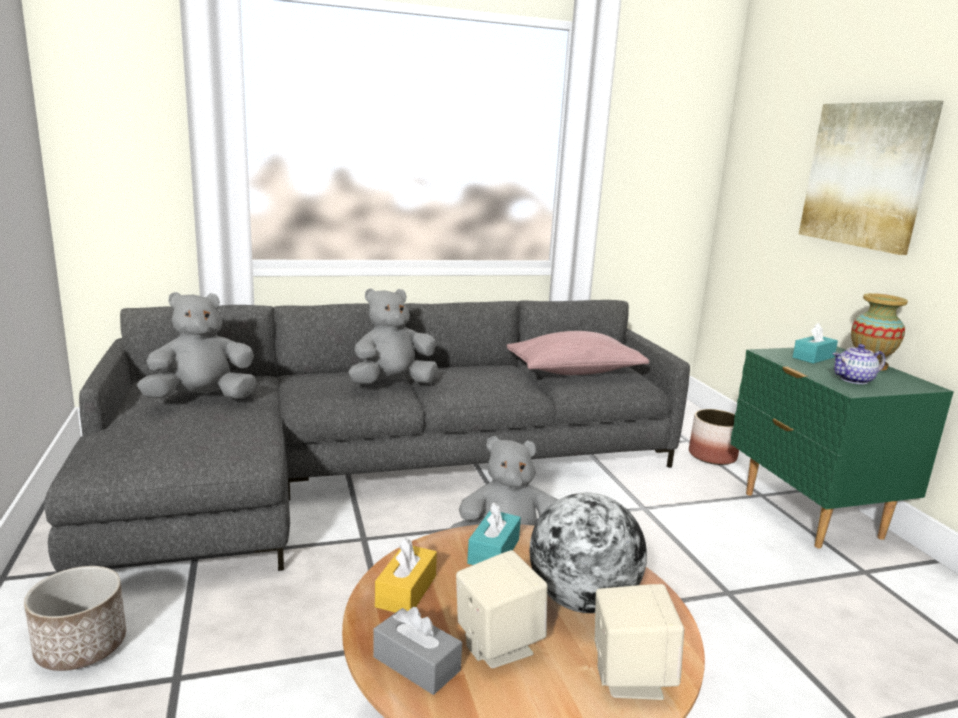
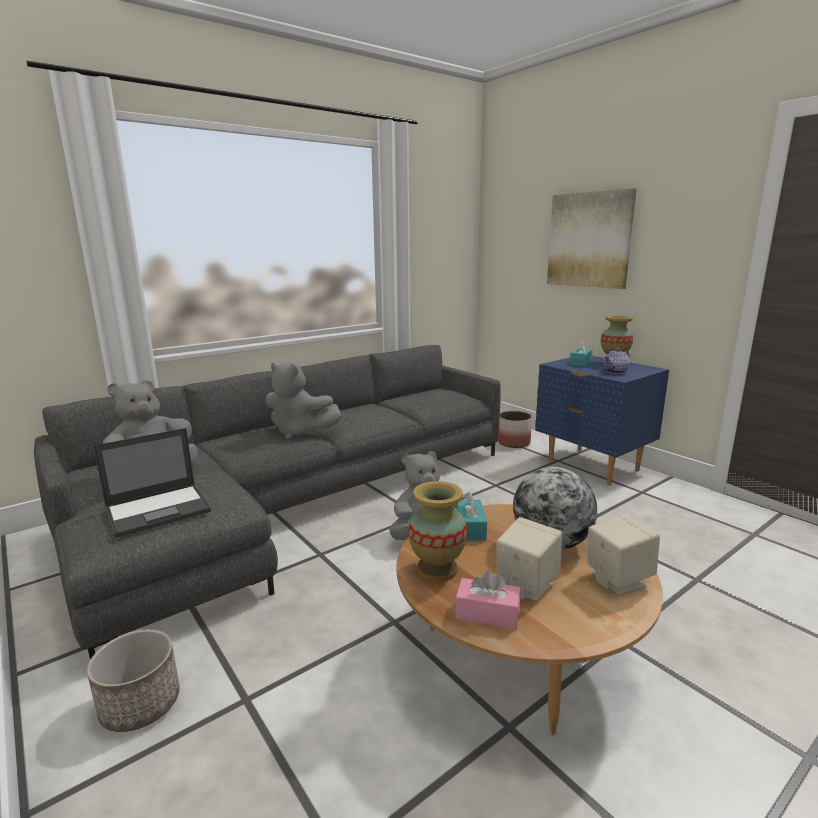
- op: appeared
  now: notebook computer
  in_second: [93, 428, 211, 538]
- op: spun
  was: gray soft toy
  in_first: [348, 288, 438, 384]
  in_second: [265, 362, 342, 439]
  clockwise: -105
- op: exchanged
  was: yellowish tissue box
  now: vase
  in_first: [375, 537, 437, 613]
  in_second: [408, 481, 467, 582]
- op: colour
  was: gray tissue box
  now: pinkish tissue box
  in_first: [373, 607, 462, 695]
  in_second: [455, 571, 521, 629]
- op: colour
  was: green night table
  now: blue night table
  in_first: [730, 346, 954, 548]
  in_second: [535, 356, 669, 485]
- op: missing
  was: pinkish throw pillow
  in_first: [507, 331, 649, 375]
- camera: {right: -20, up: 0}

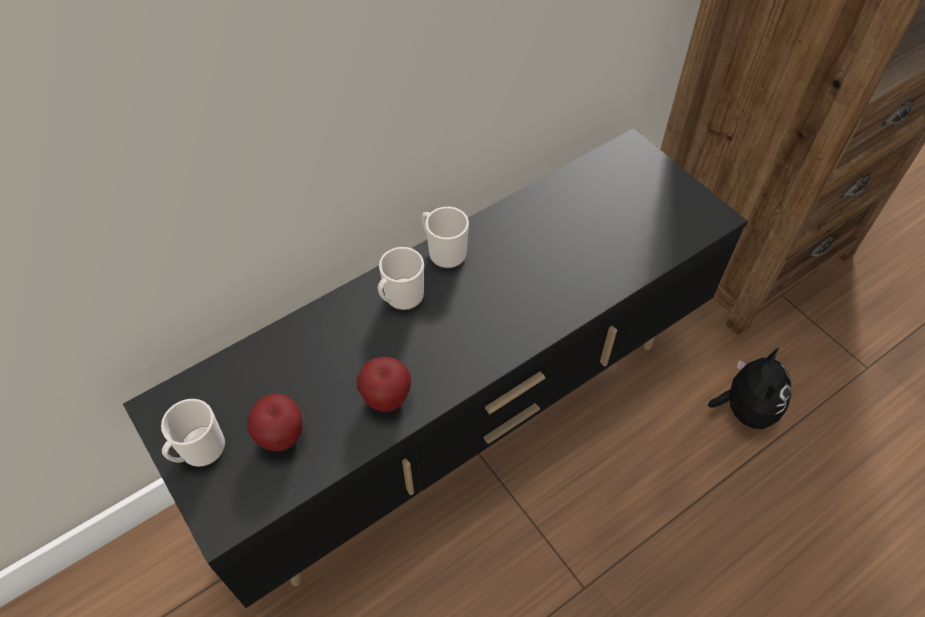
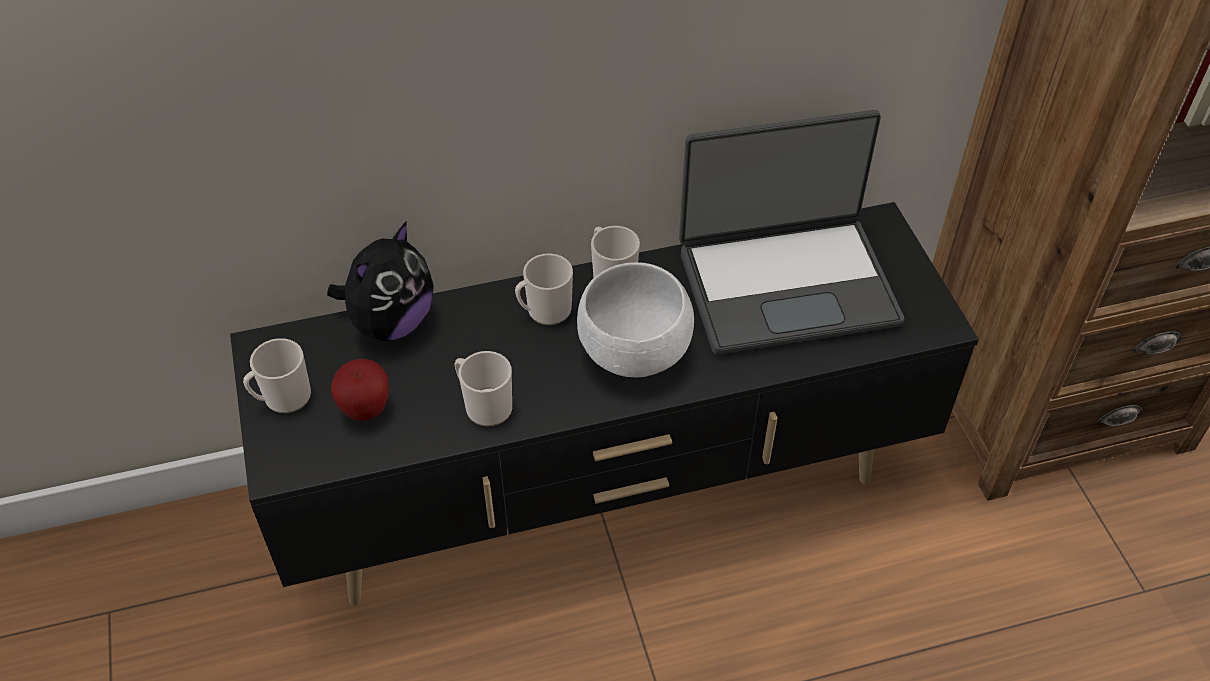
- op: relocated
  was: soft toy
  in_first: [708, 347, 792, 429]
  in_second: [327, 222, 434, 341]
- op: exchanged
  was: whole apple
  now: tea mug
  in_first: [357, 357, 411, 412]
  in_second: [454, 351, 512, 427]
- op: appeared
  now: white serving bowl
  in_second: [577, 262, 694, 378]
- op: appeared
  now: notebook computer
  in_second: [679, 110, 904, 355]
- camera: {right: 20, up: -5}

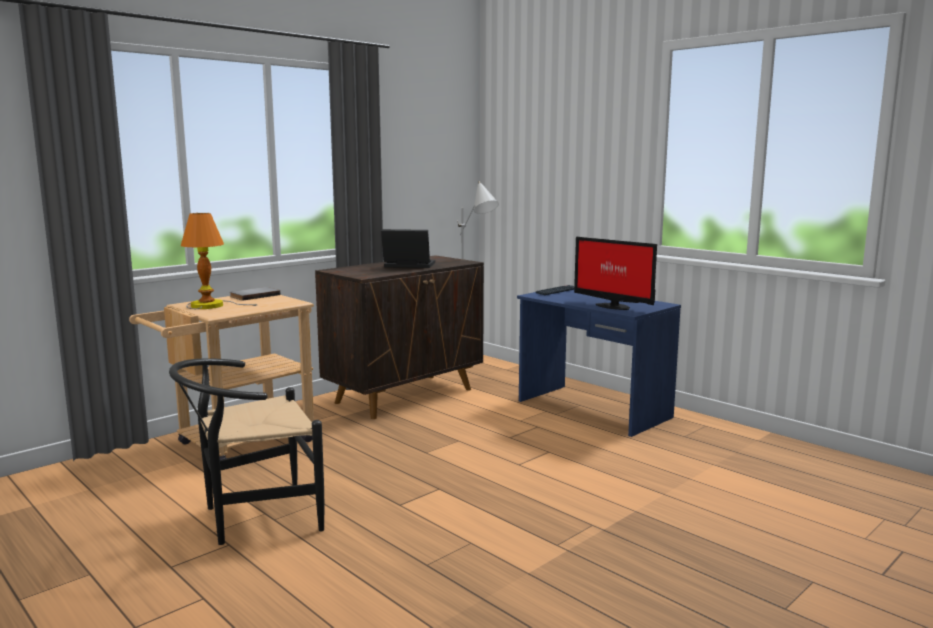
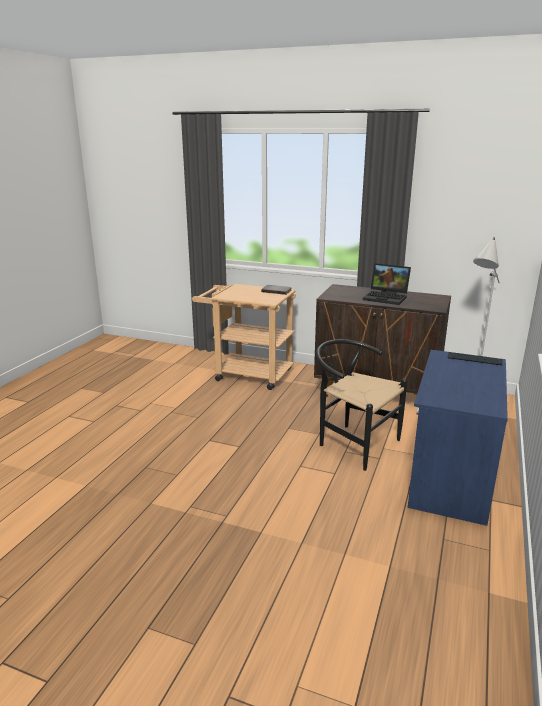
- op: relocated
  was: black plain chair
  in_first: [169, 358, 324, 545]
  in_second: [316, 339, 407, 471]
- op: spun
  was: notebook computer
  in_first: [381, 229, 435, 268]
  in_second: [363, 263, 411, 305]
  clockwise: 135
- op: missing
  was: lamp for a table
  in_first: [181, 213, 257, 309]
- op: missing
  was: monitor
  in_first: [574, 237, 657, 310]
- camera: {right: 65, up: 10}

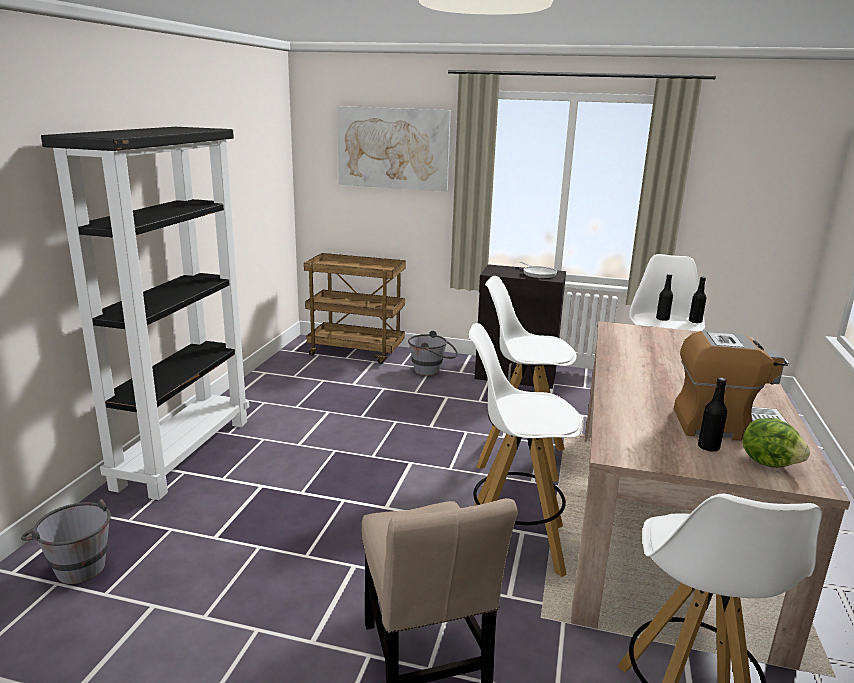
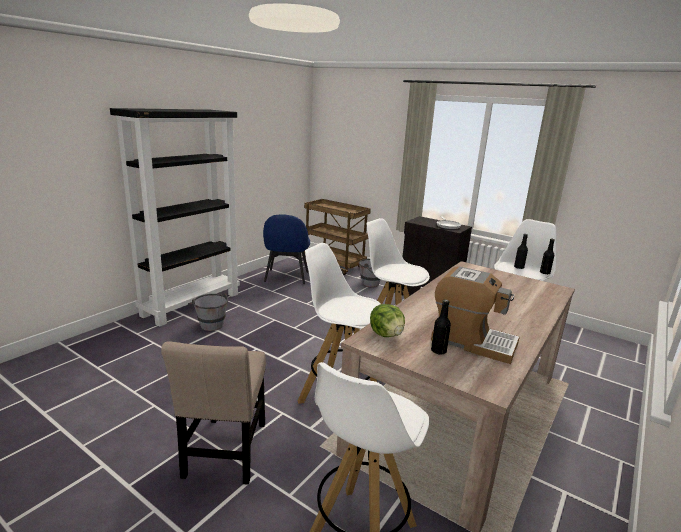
- op: relocated
  was: gray bucket
  in_first: [21, 499, 111, 584]
  in_second: [188, 293, 228, 331]
- op: appeared
  now: blue plain chair
  in_second: [263, 214, 310, 284]
- op: relocated
  was: lettuce head
  in_first: [743, 418, 810, 468]
  in_second: [370, 304, 405, 337]
- op: missing
  was: picture
  in_first: [337, 106, 451, 191]
- camera: {right: 20, up: 0}

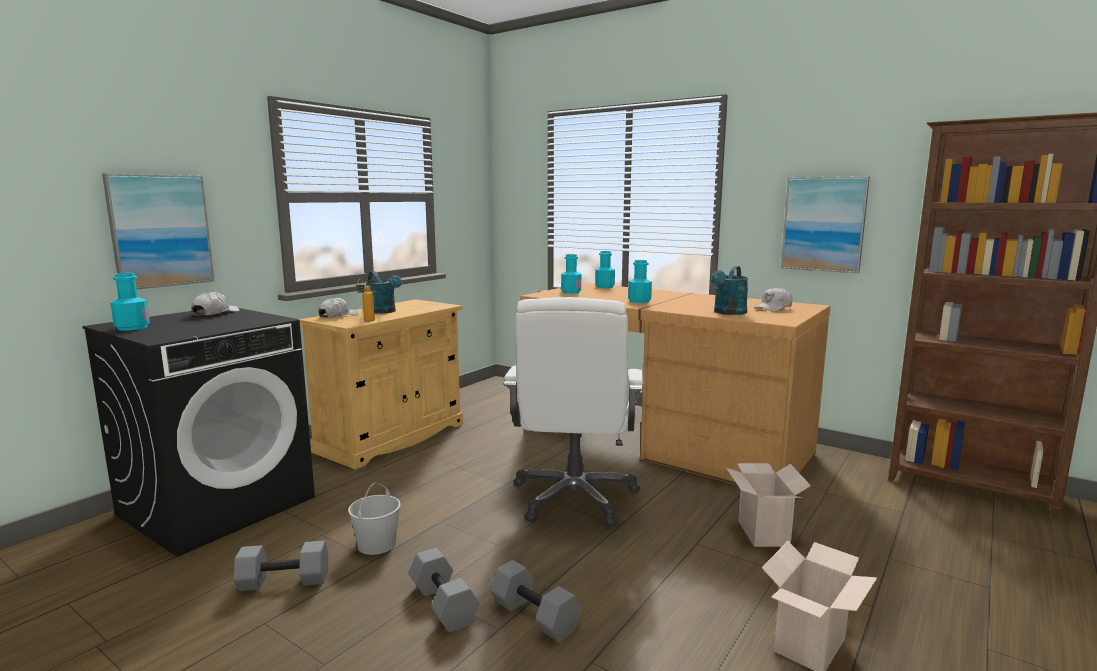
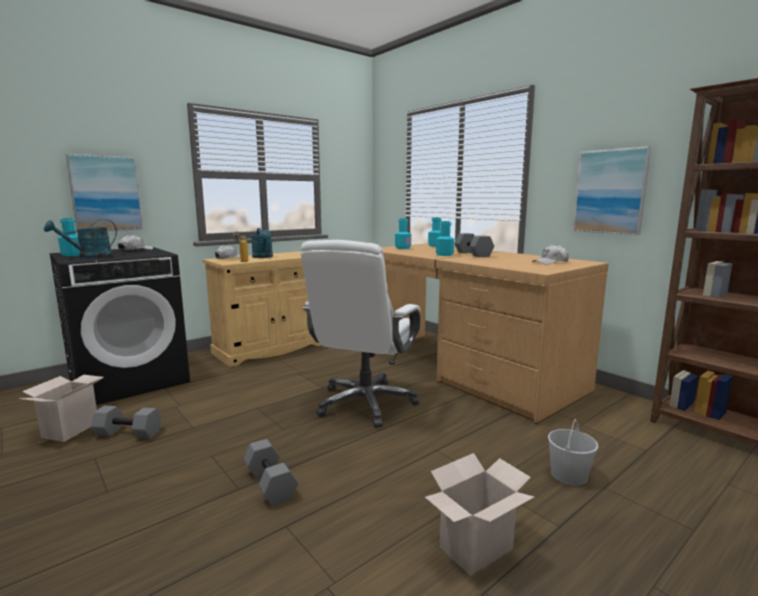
- op: relocated
  was: carton
  in_first: [726, 463, 811, 547]
  in_second: [19, 375, 104, 442]
- op: relocated
  was: turquoise-coloured watering pot
  in_first: [711, 266, 749, 315]
  in_second: [44, 219, 117, 258]
- op: relocated
  was: gray free weight
  in_first: [408, 548, 480, 632]
  in_second: [454, 233, 494, 257]
- op: relocated
  was: white bucket
  in_first: [348, 482, 401, 555]
  in_second: [548, 419, 598, 486]
- camera: {right: 15, up: 0}

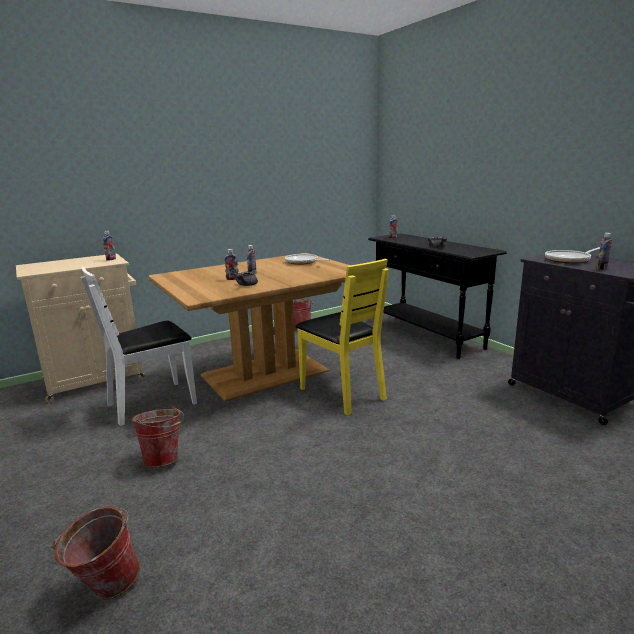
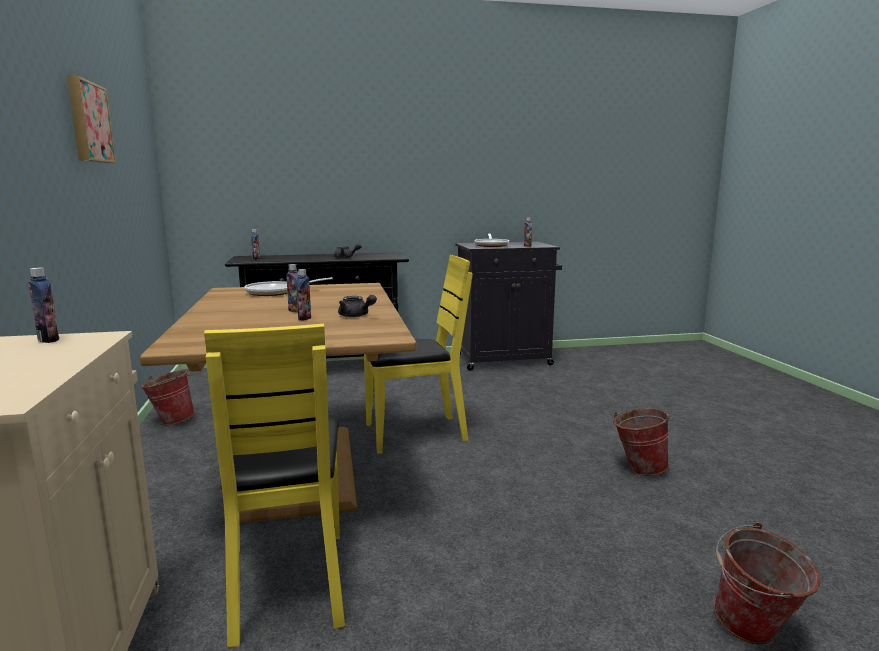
- op: appeared
  now: picture
  in_second: [67, 75, 116, 163]
- op: colour
  was: white plain chair
  now: yellowish plain chair
  in_first: [81, 267, 197, 426]
  in_second: [204, 324, 345, 647]
- op: relocated
  was: bucket
  in_first: [132, 406, 184, 467]
  in_second: [613, 408, 673, 476]
- camera: {right: -70, up: -5}

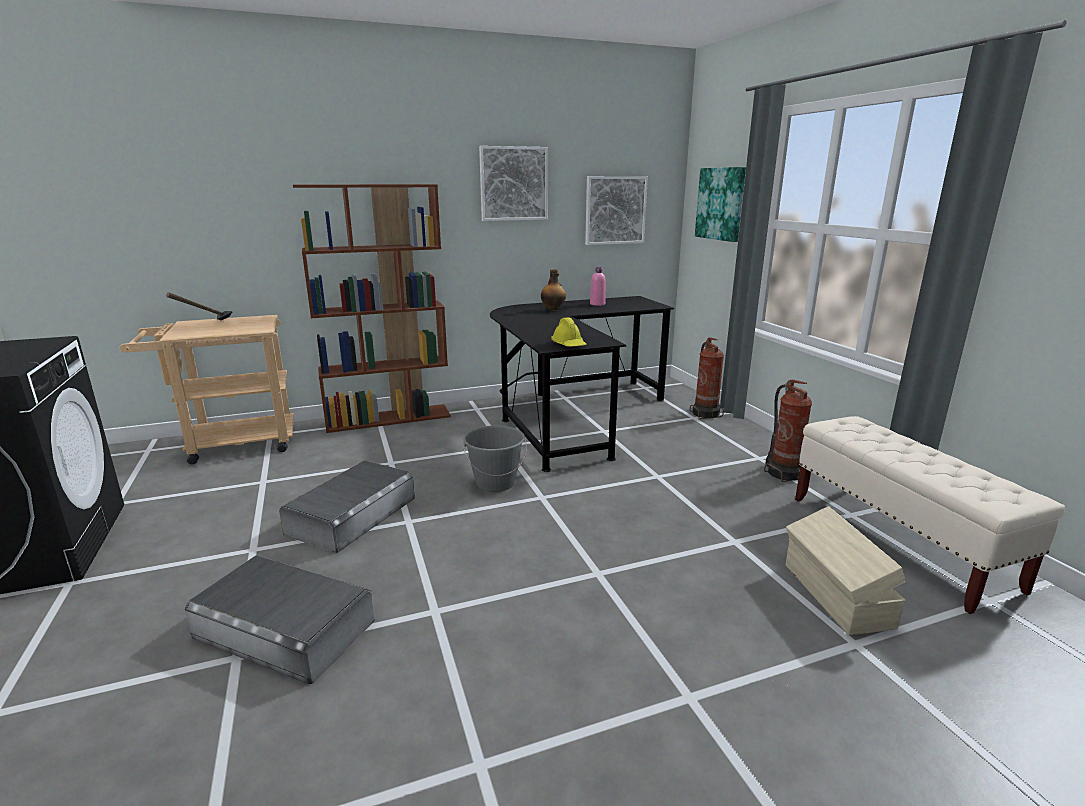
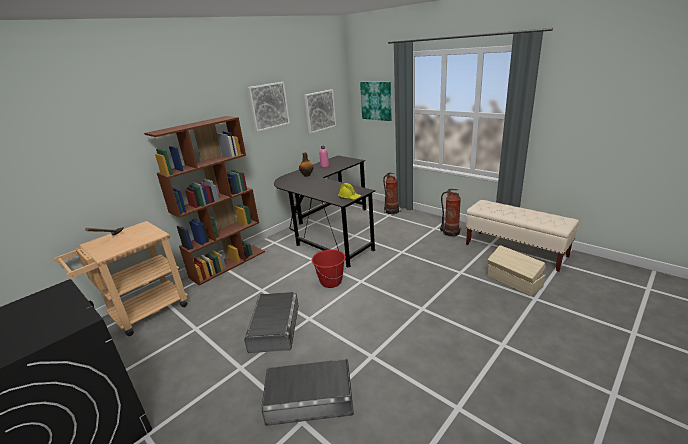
- op: colour
  was: gray bucket
  now: red-coloured bucket
  in_first: [463, 426, 527, 492]
  in_second: [312, 250, 346, 288]
- camera: {right: -25, up: 5}

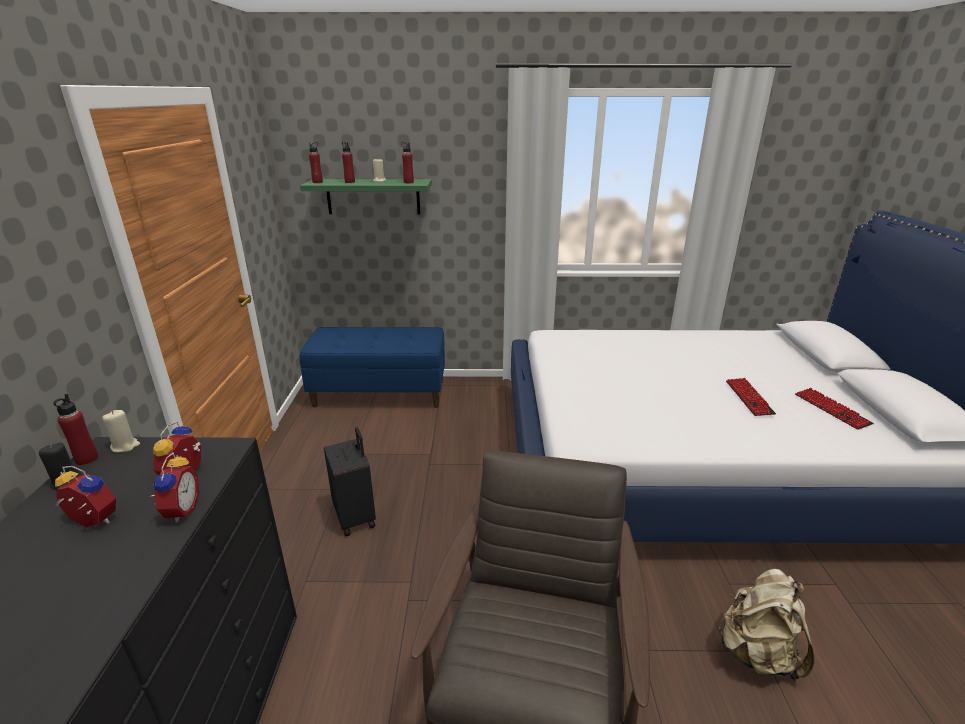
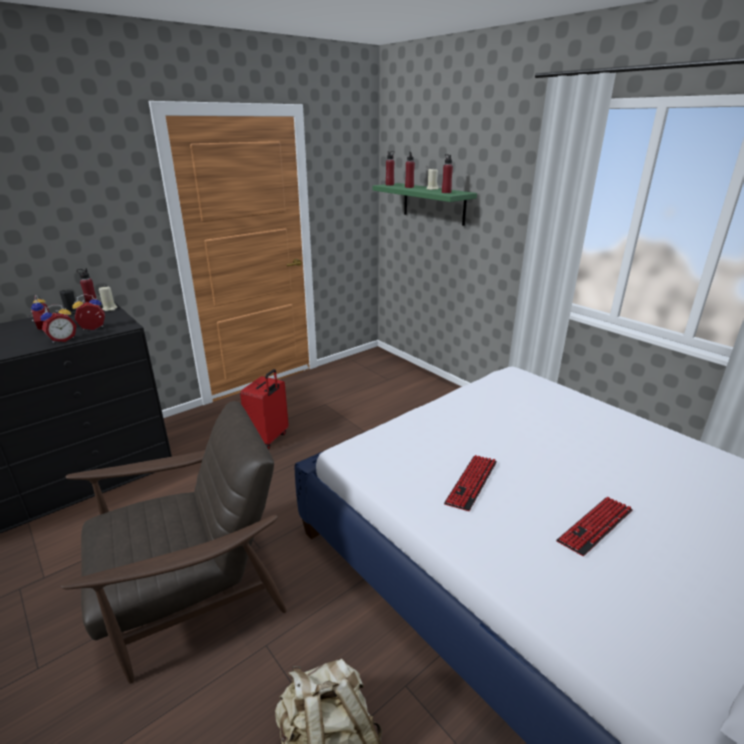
- op: colour
  was: black piece of luggage
  now: red-coloured piece of luggage
  in_first: [324, 427, 376, 536]
  in_second: [240, 369, 289, 450]
- op: relocated
  was: PC keyboard
  in_first: [795, 388, 874, 430]
  in_second: [444, 455, 497, 511]
- op: missing
  was: blue bench
  in_first: [299, 327, 445, 408]
- camera: {right: 50, up: 0}

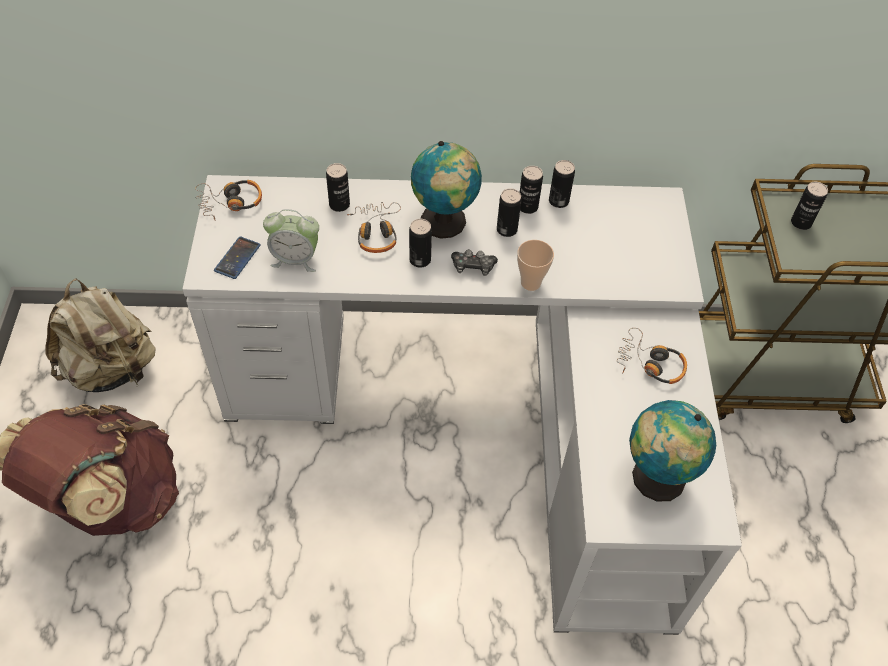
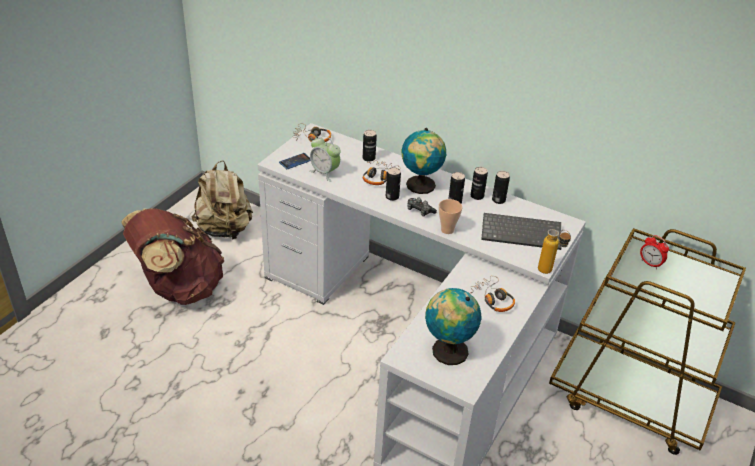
- op: appeared
  now: PC keyboard
  in_second: [481, 213, 562, 250]
- op: appeared
  now: bottle
  in_second: [538, 229, 571, 274]
- op: exchanged
  was: sealed can
  now: table clock
  in_first: [791, 182, 828, 230]
  in_second: [640, 235, 669, 269]
- camera: {right: 30, up: -15}

